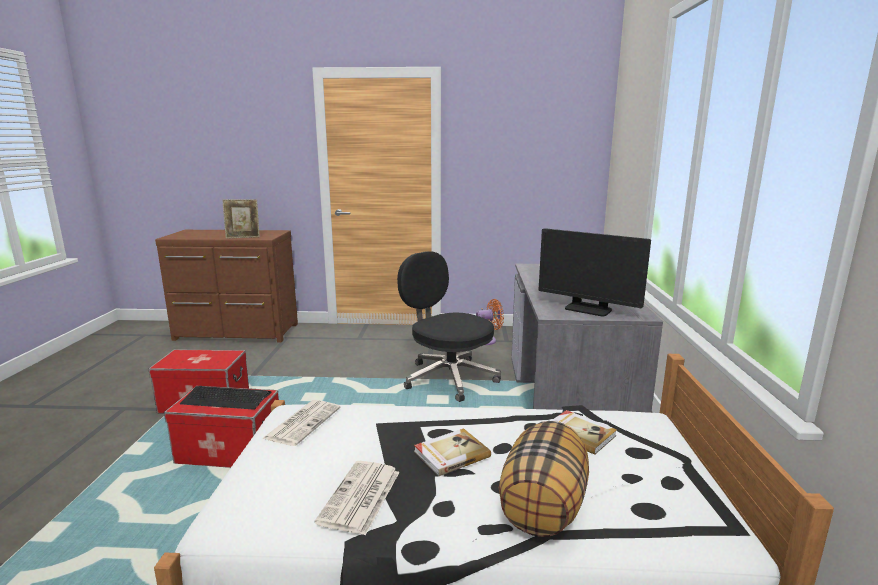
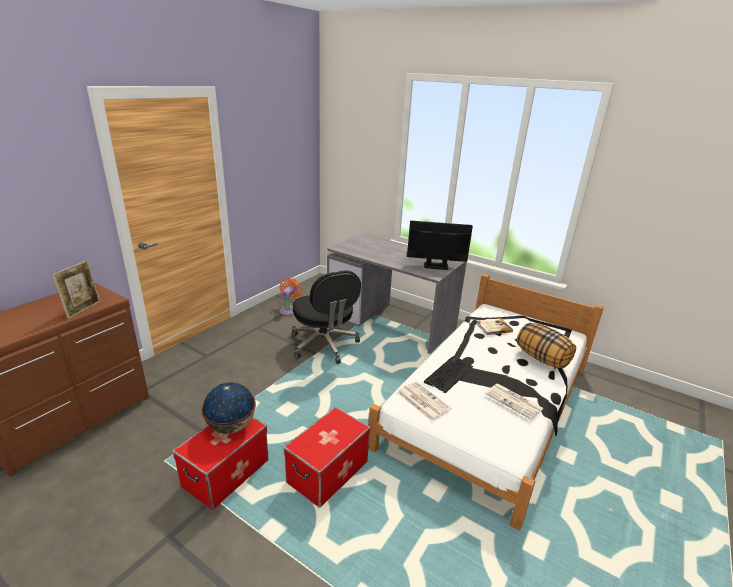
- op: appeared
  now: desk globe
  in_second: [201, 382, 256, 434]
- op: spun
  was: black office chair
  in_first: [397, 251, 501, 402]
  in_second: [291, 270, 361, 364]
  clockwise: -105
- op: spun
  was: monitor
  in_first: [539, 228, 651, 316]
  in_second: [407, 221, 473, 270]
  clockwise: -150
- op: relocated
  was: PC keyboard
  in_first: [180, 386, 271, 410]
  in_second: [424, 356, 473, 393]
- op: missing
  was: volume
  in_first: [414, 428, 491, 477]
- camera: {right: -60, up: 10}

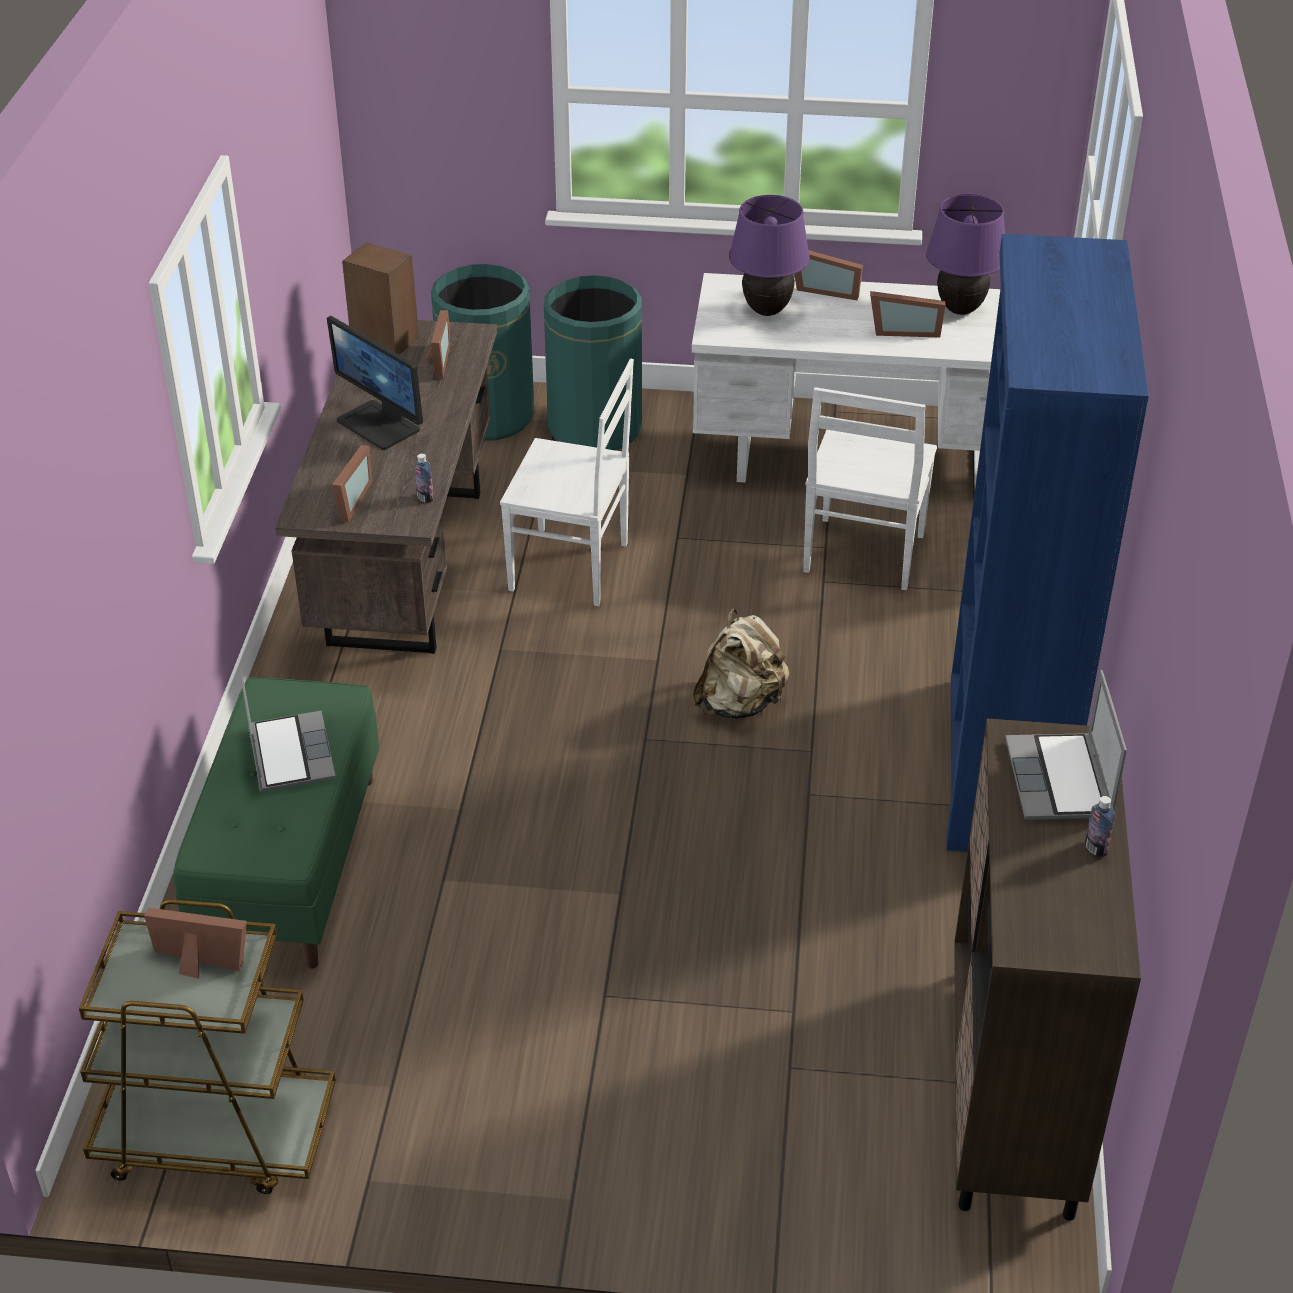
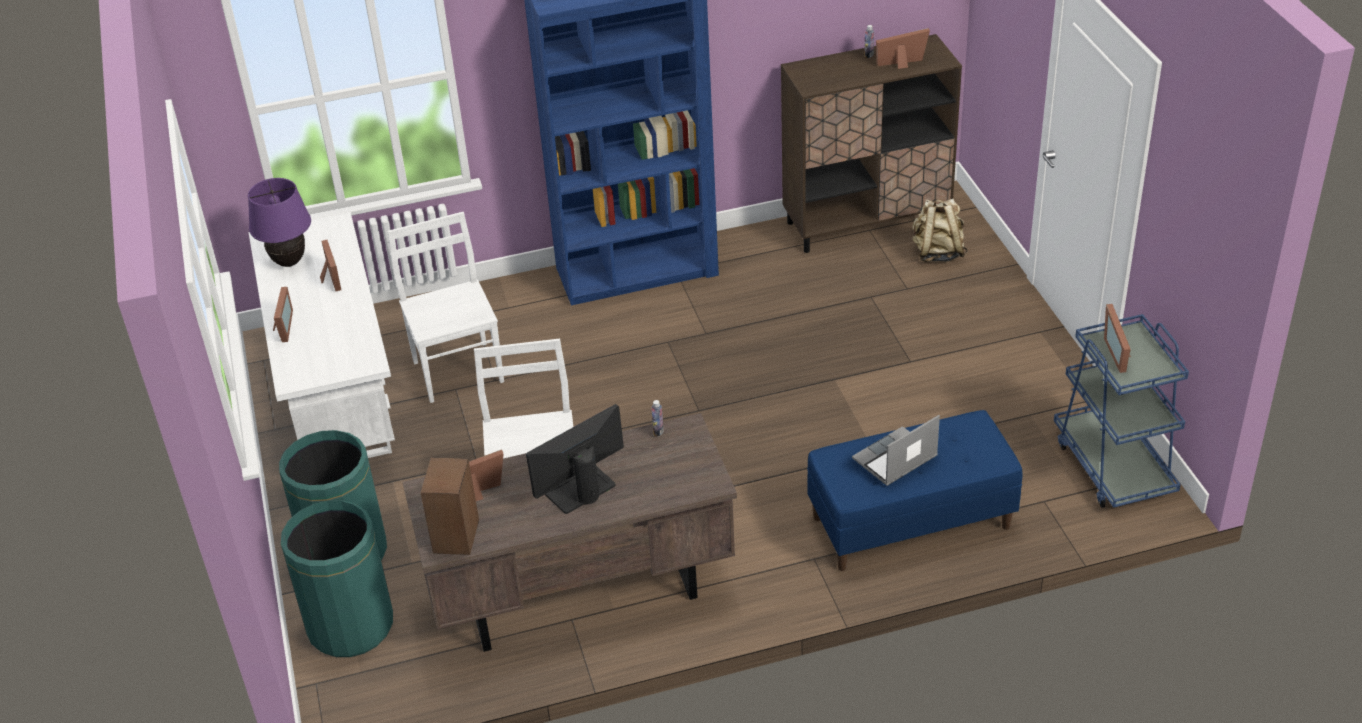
- op: spun
  was: white plain chair
  in_first: [803, 387, 937, 590]
  in_second: [387, 212, 504, 403]
  clockwise: -105
- op: spun
  was: monitor
  in_first: [327, 316, 423, 450]
  in_second: [526, 404, 624, 514]
  clockwise: -150
- op: colour
  was: green bench
  now: blue bench
  in_first: [174, 677, 379, 969]
  in_second: [807, 410, 1023, 571]
- op: relocated
  was: photo frame
  in_first: [332, 445, 372, 522]
  in_second: [876, 28, 930, 69]
- op: relocated
  was: beige-coloured knapsack
  in_first: [693, 609, 789, 719]
  in_second: [913, 199, 968, 262]
- op: colour
  was: brownish cart
  now: blue cart
  in_first: [79, 899, 336, 1194]
  in_second: [1054, 314, 1189, 508]
- op: missing
  was: purplish lamp for a table
  in_first: [729, 195, 810, 316]
- op: missing
  was: notebook computer
  in_first: [1005, 670, 1127, 820]
- camera: {right: -110, up: 0}

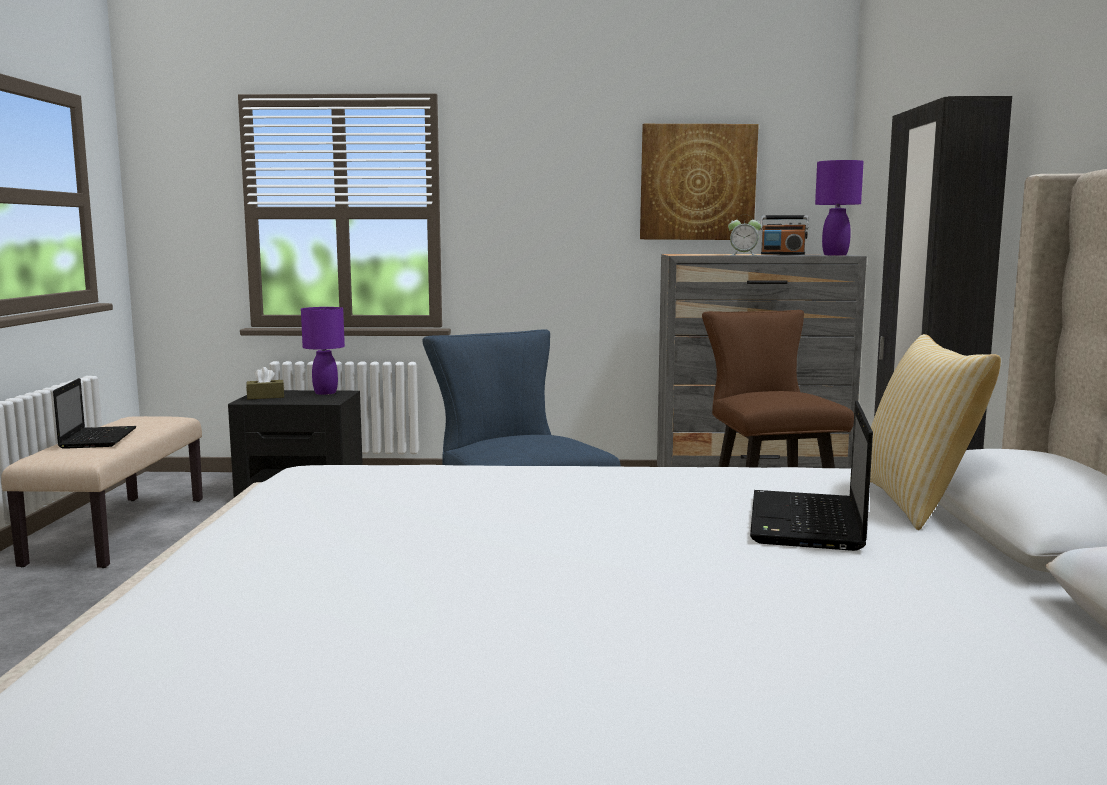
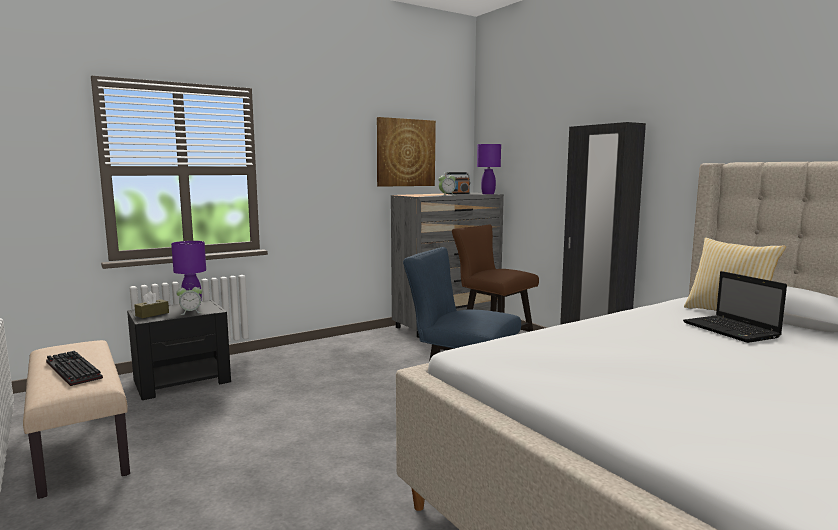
- op: exchanged
  was: notebook computer
  now: PC keyboard
  in_first: [53, 378, 136, 449]
  in_second: [46, 351, 103, 386]
- op: appeared
  now: table clock
  in_second: [176, 287, 202, 315]
- camera: {right: -35, up: 0}

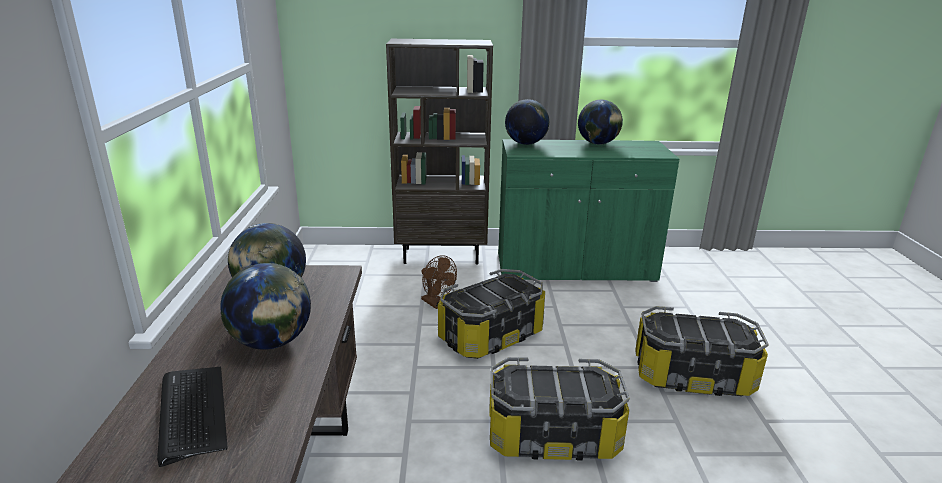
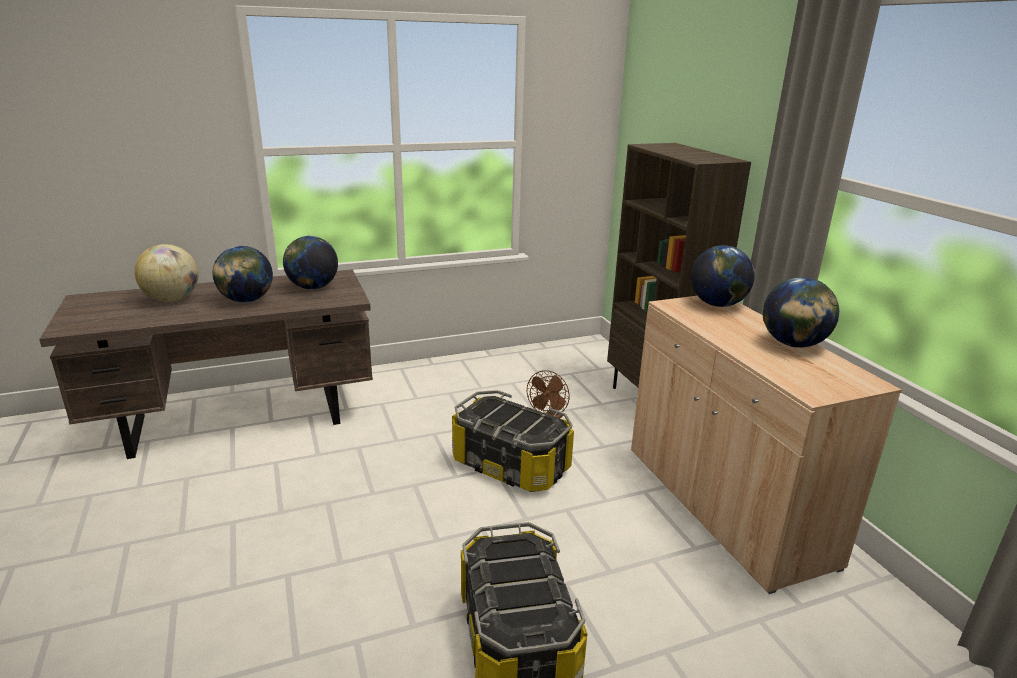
- op: exchanged
  was: PC keyboard
  now: desk globe
  in_first: [157, 367, 227, 467]
  in_second: [134, 244, 199, 302]
- op: colour
  was: green cabinet
  now: beige-coloured cabinet
  in_first: [498, 139, 679, 282]
  in_second: [631, 296, 901, 594]
- op: missing
  was: storage container
  in_first: [489, 357, 629, 461]
- camera: {right: 70, up: 0}

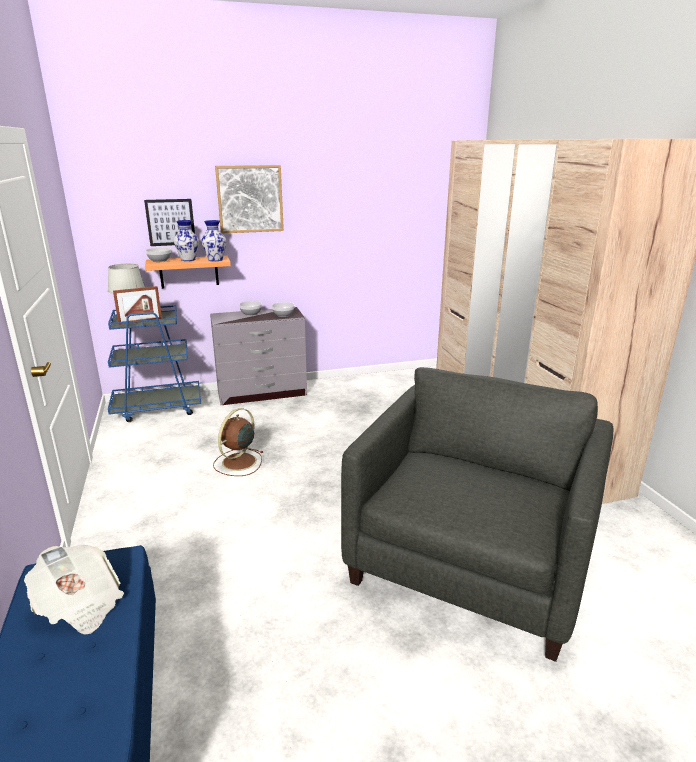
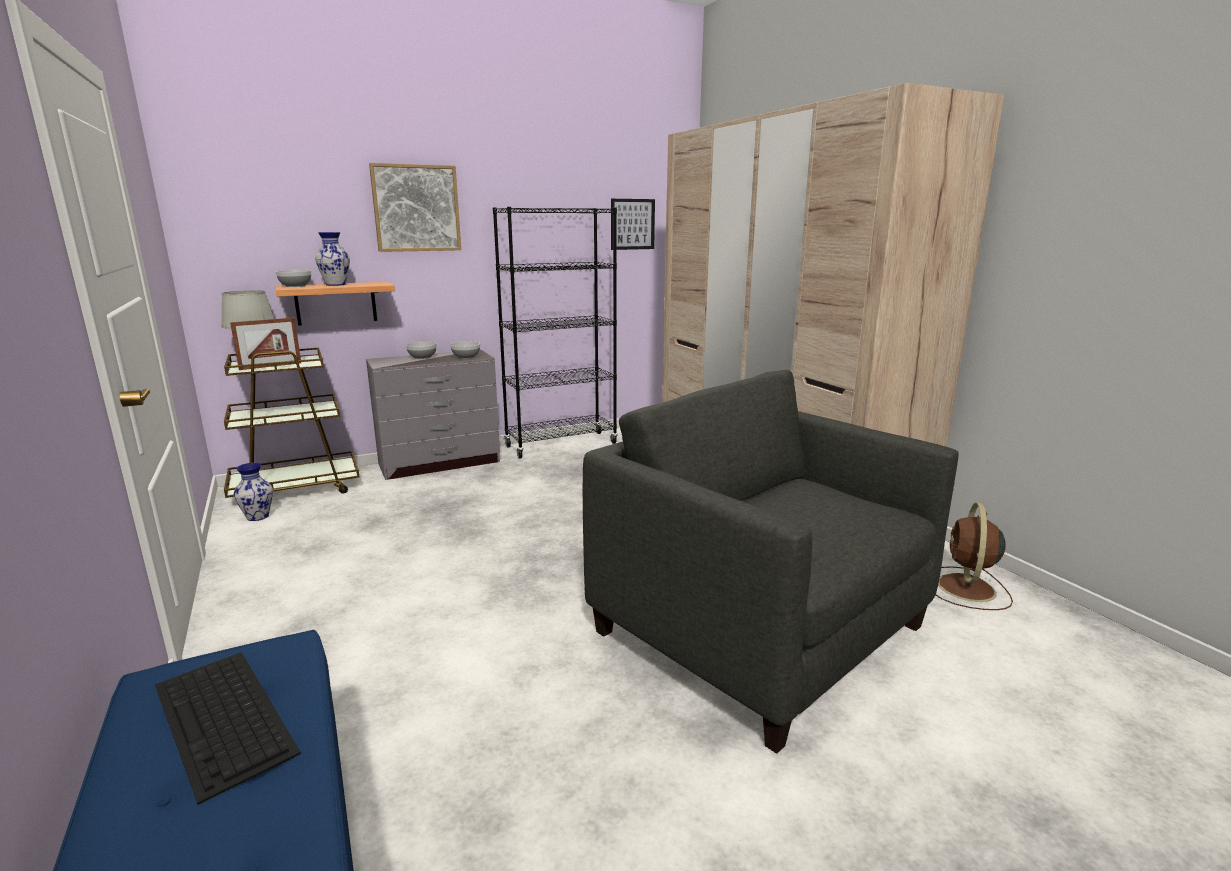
- op: exchanged
  was: newspaper
  now: PC keyboard
  in_first: [24, 545, 124, 635]
  in_second: [155, 652, 301, 805]
- op: colour
  was: blue cart
  now: brownish cart
  in_first: [108, 305, 201, 422]
  in_second: [224, 348, 359, 498]
- op: relocated
  was: vase
  in_first: [201, 220, 226, 261]
  in_second: [234, 463, 273, 521]
- op: appeared
  now: black bookshelf
  in_second: [493, 207, 618, 459]
- op: spun
  was: gray armchair
  in_first: [341, 367, 614, 662]
  in_second: [583, 370, 959, 754]
  clockwise: -60
- op: relocated
  was: picture
  in_first: [144, 199, 195, 246]
  in_second: [611, 199, 655, 250]
- op: relocated
  was: brownish electric fan
  in_first: [213, 408, 263, 476]
  in_second: [936, 503, 1013, 610]
- camera: {right: -10, up: -5}

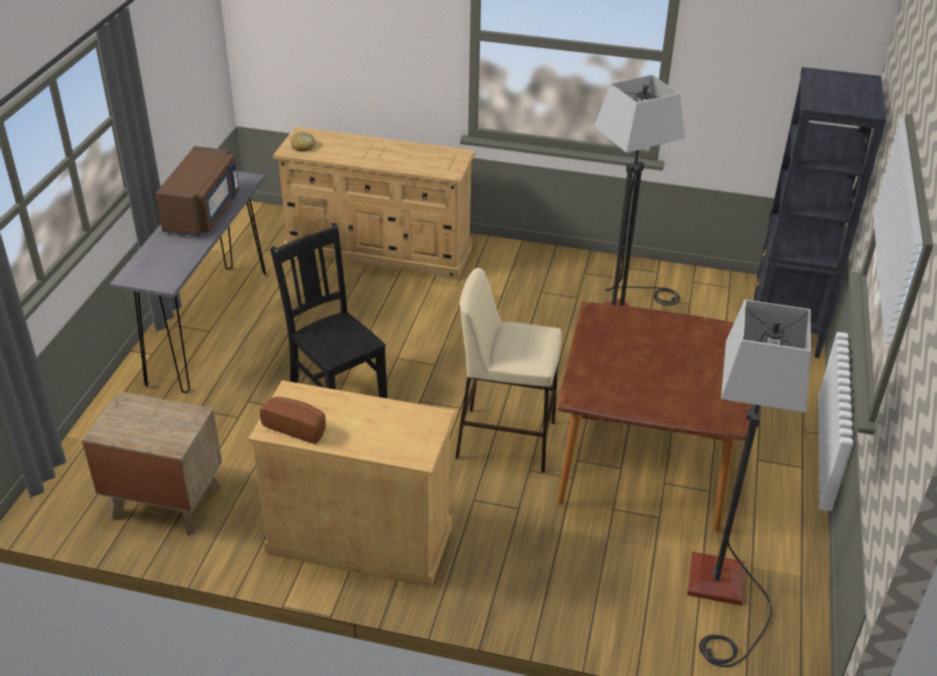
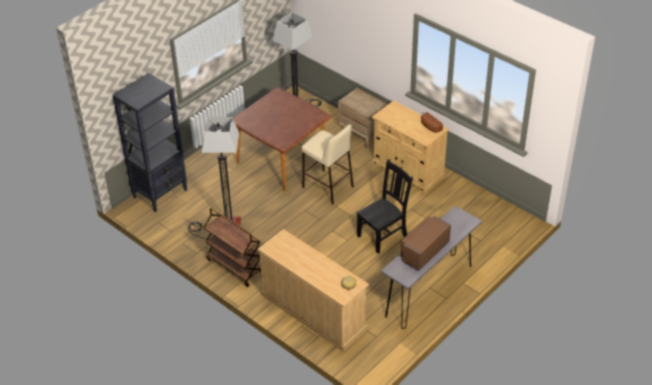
- op: appeared
  now: brownish cart
  in_second: [203, 208, 261, 287]
- op: relocated
  was: brownish night table
  in_first: [82, 391, 222, 536]
  in_second: [338, 88, 388, 149]
- op: spun
  was: black plain chair
  in_first: [270, 223, 388, 398]
  in_second: [357, 159, 413, 253]
  clockwise: -120
- camera: {right: -150, up: 5}

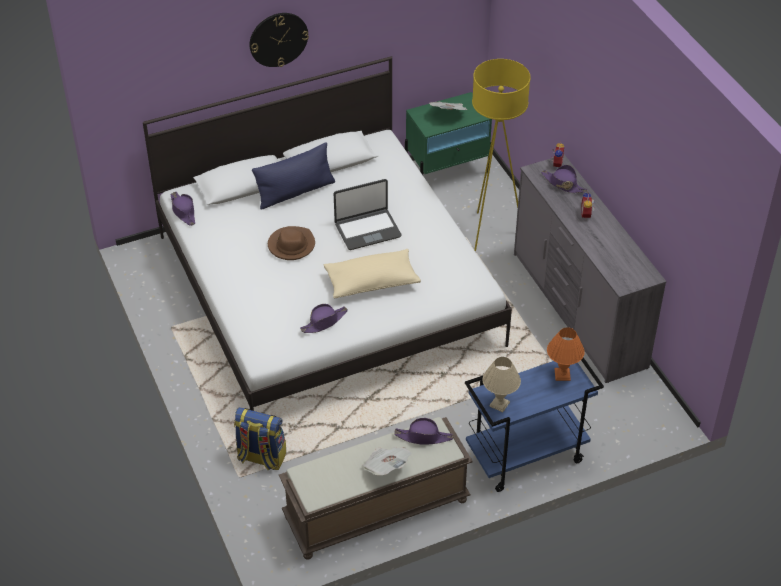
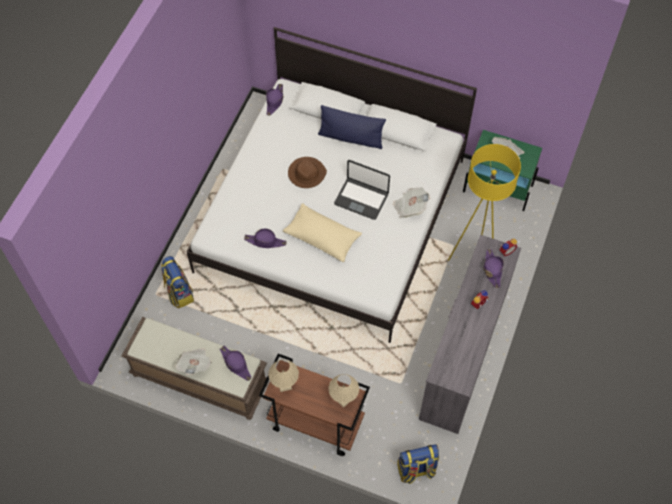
- op: colour
  was: blue cart
  now: brownish cart
  in_first: [465, 357, 604, 492]
  in_second: [259, 354, 370, 456]
- op: colour
  was: orange lamp for a table
  now: beige-coloured lamp for a table
  in_first: [547, 327, 585, 381]
  in_second: [328, 374, 359, 408]
- op: appeared
  now: newspaper
  in_second: [393, 187, 430, 218]
- op: appeared
  now: knapsack
  in_second: [397, 444, 439, 484]
- op: missing
  was: wall clock
  in_first: [250, 13, 309, 67]
- camera: {right: 45, up: 15}

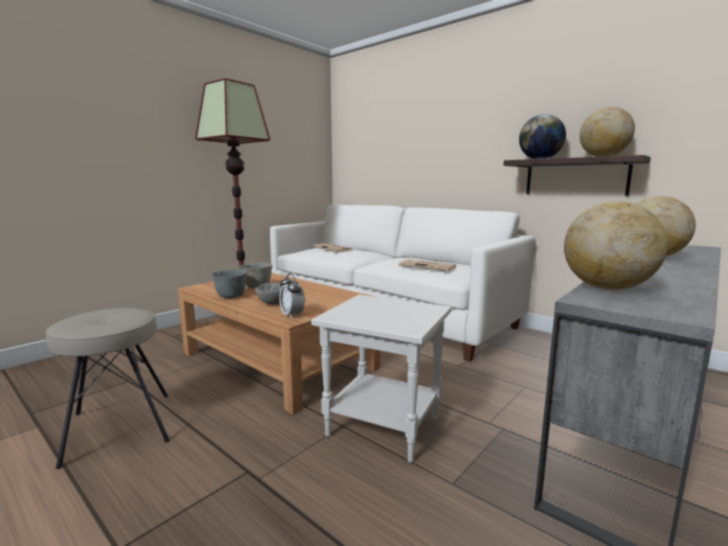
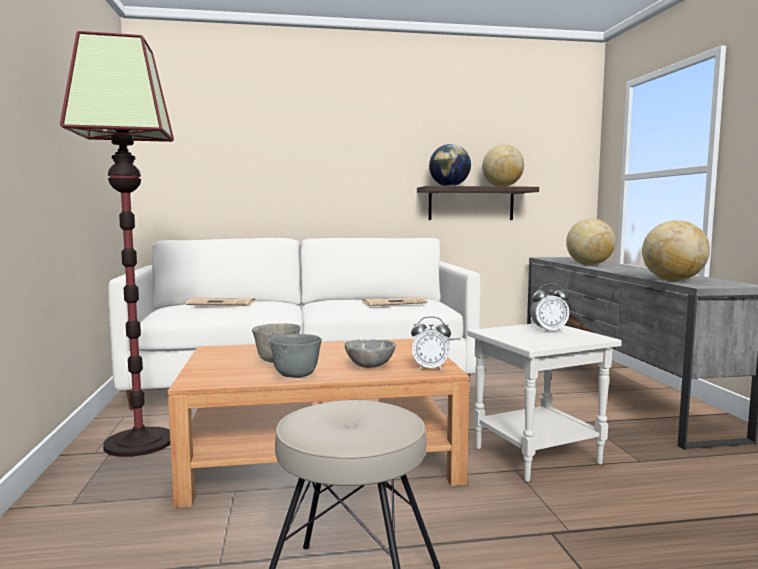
- op: appeared
  now: table clock
  in_second: [531, 283, 569, 333]
- camera: {right: -50, up: -5}

